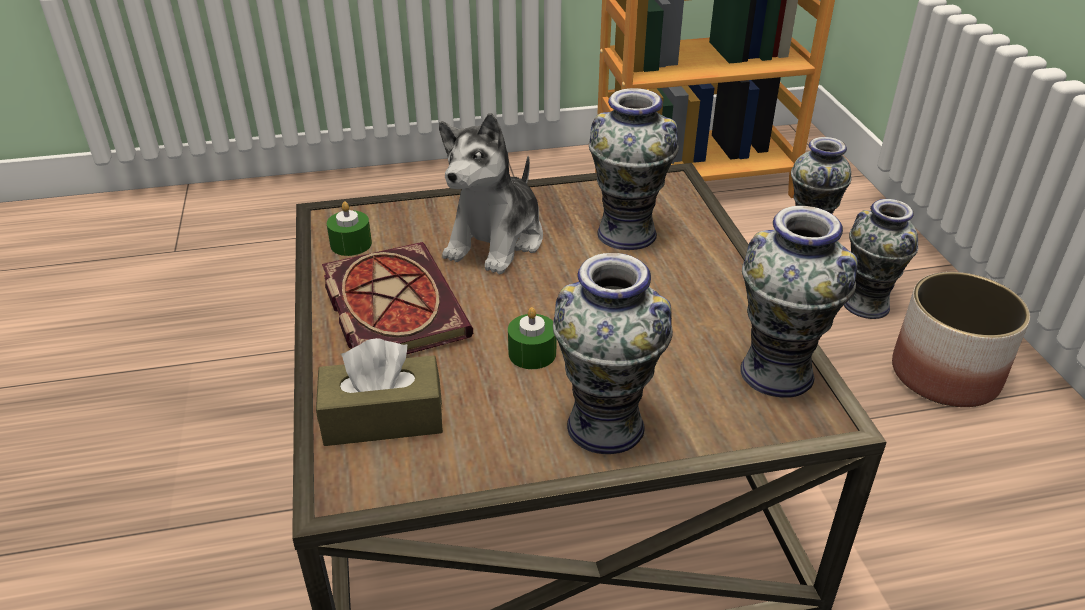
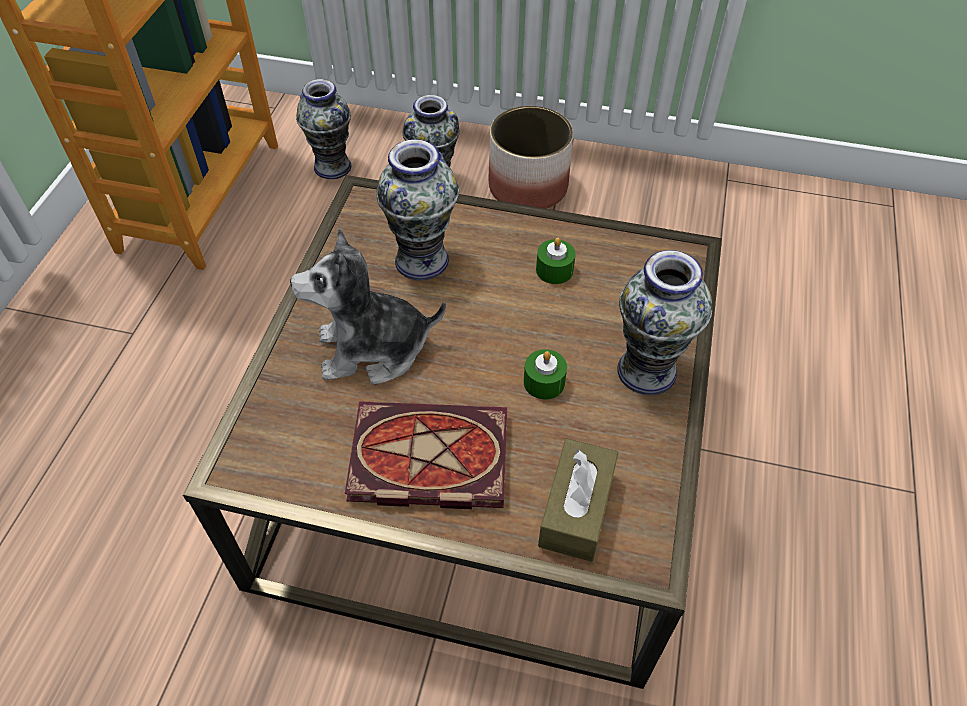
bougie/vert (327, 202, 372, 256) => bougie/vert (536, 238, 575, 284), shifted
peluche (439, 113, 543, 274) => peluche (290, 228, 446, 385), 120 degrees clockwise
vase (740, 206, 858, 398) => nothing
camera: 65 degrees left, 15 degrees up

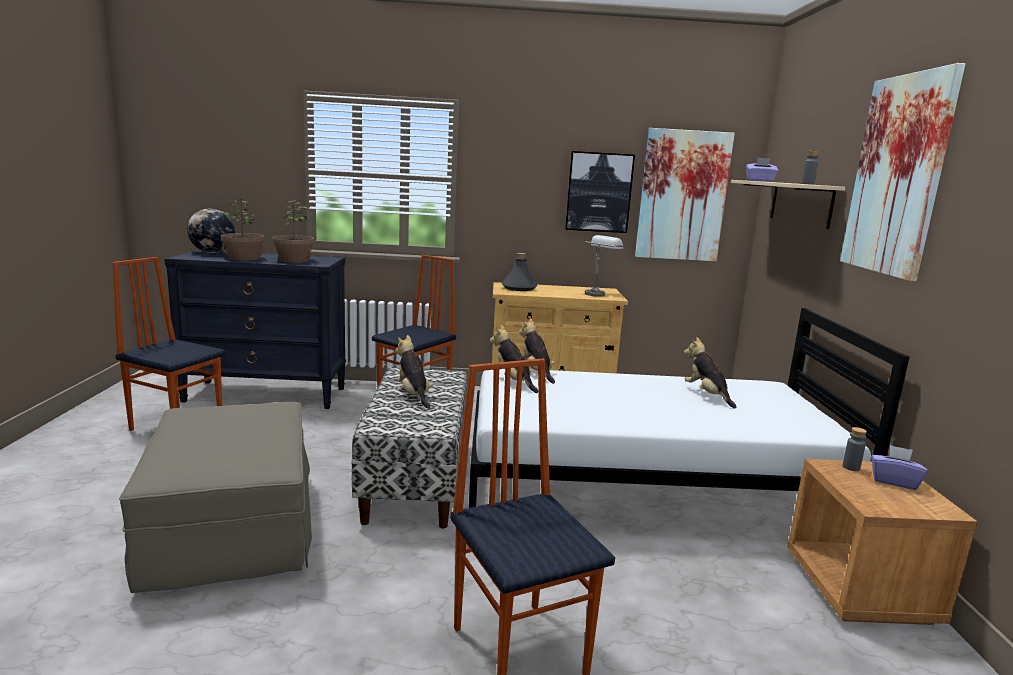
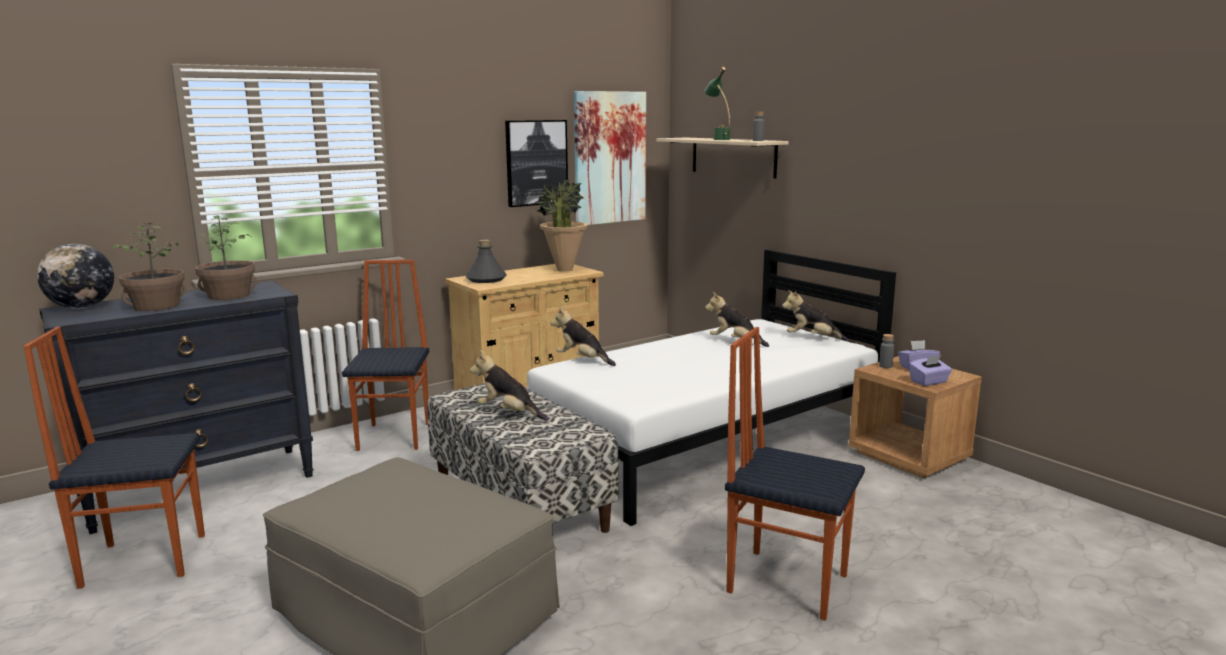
peluche (490, 325, 538, 393) => peluche (782, 290, 848, 341), shifted
lampe de table/gris (585, 235, 624, 297) => plante en pot (535, 179, 588, 272)
boîte à mouchoirs/violet (746, 157, 778, 182) => boîte à mouchoirs/violet (909, 355, 952, 386), shifted
tableau (840, 63, 965, 281) => nothing
nothing => lampe de table/vert (704, 66, 730, 140)
camera: 35 degrees left, 0 degrees up

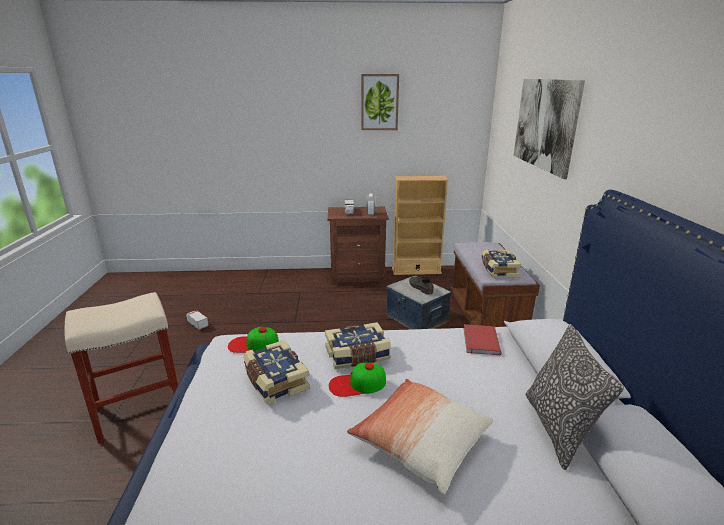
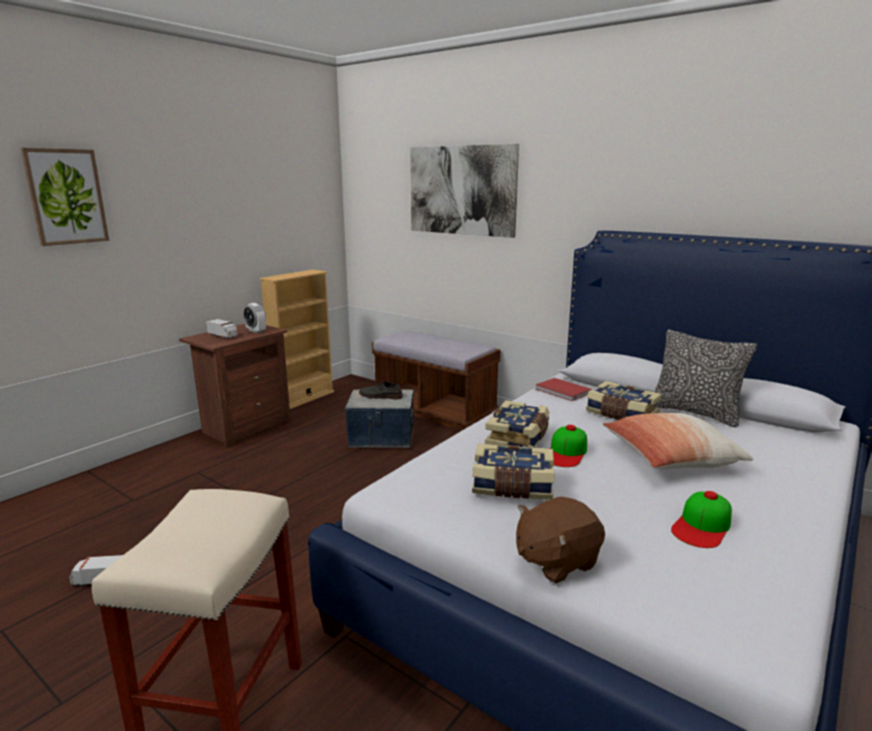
casquette (228, 327, 279, 353) => casquette (671, 491, 732, 548), shifted
tableau (361, 74, 399, 130) => tableau (20, 148, 109, 246), shifted
livre (481, 249, 521, 277) => livre (586, 381, 662, 420), shifted
nothing => peluche/marron (516, 497, 605, 583)
camera: 50 degrees left, 5 degrees down

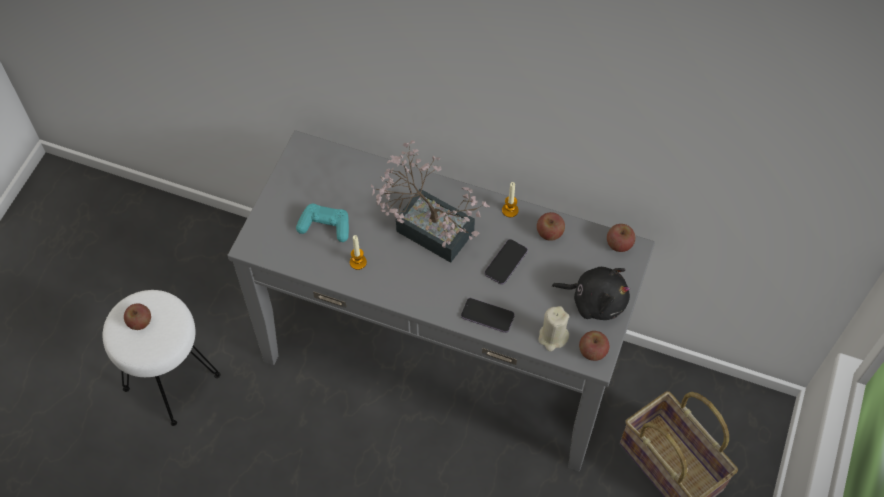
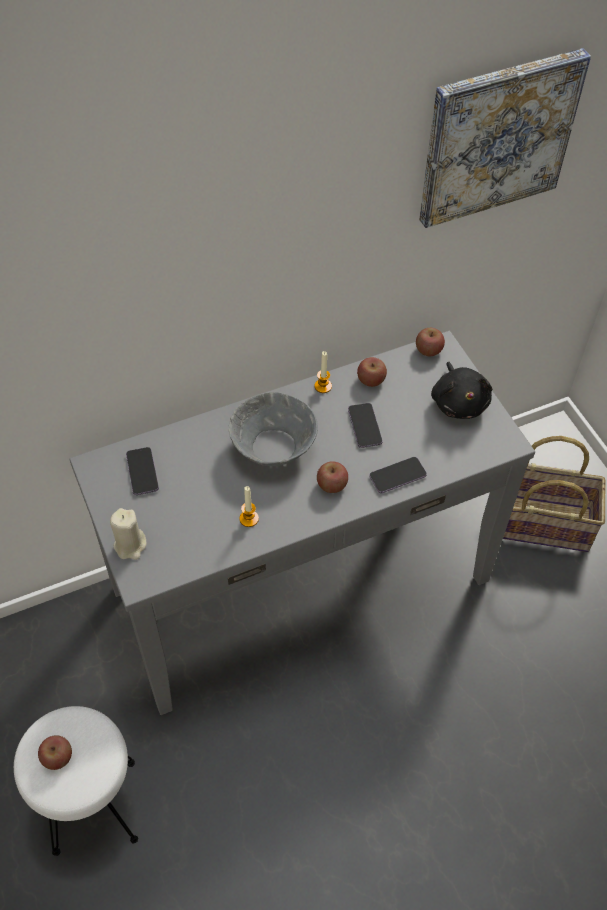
manette/turquoise (296, 204, 349, 242) => nothing
plante en pot (371, 140, 490, 263) => bol/gris (228, 392, 318, 466)
bougie/beige (538, 306, 569, 351) => bougie/beige (110, 508, 146, 560), shifted
peluche/noir (552, 267, 630, 320) => peluche/noir (431, 362, 492, 419), 105 degrees clockwise
pomme (579, 331, 609, 361) => pomme (317, 461, 348, 493), shifted
nothing => téléphone (126, 447, 159, 495)
nothing => tableau (419, 48, 591, 228)
camera: 45 degrees left, 5 degrees down

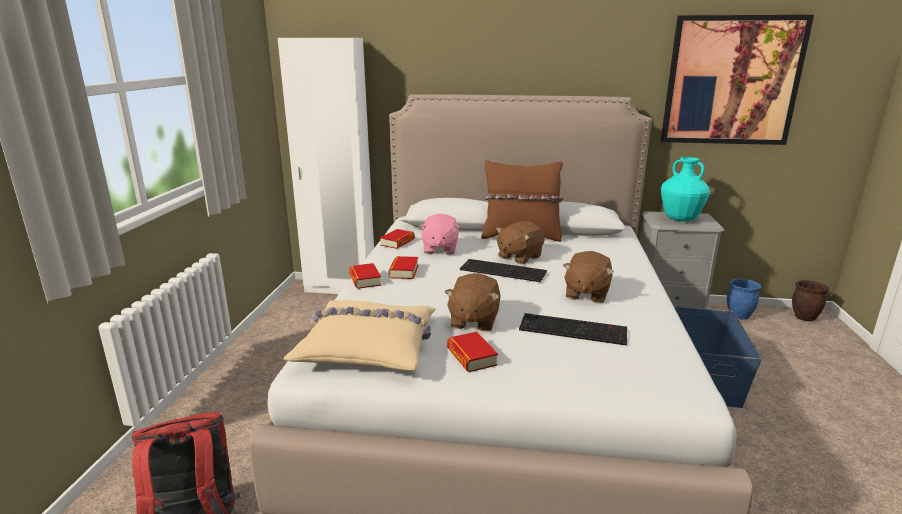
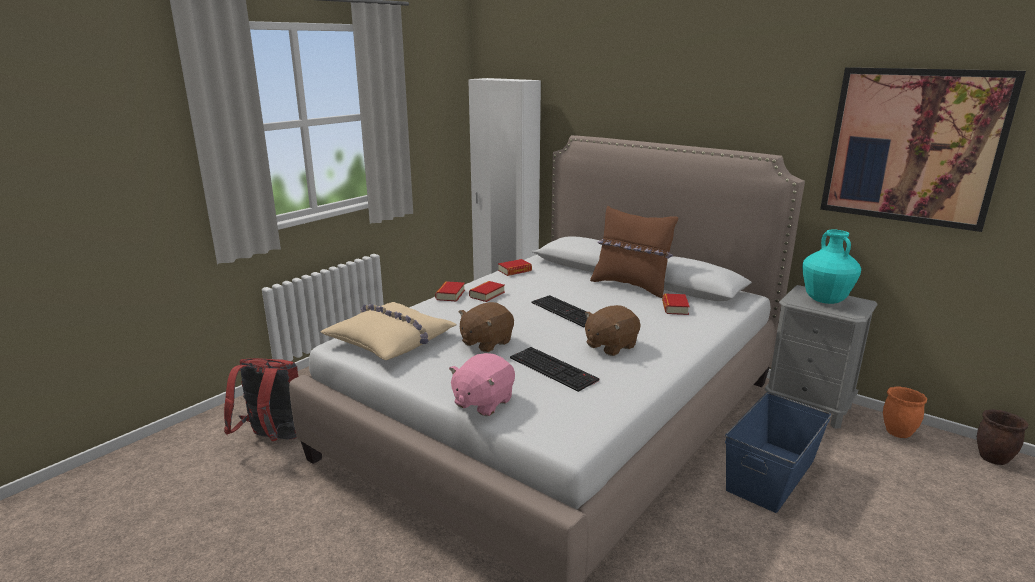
peluche/rose (419, 214, 460, 255) => peluche/rose (449, 353, 515, 416), shifted
livre (447, 332, 498, 372) => livre (662, 293, 690, 315), shifted
peluche/marron (496, 221, 545, 264) => nothing
cache-pot/bleu (727, 279, 761, 320) => cache-pot/orange (883, 386, 927, 438)
camera: 30 degrees right, 0 degrees up

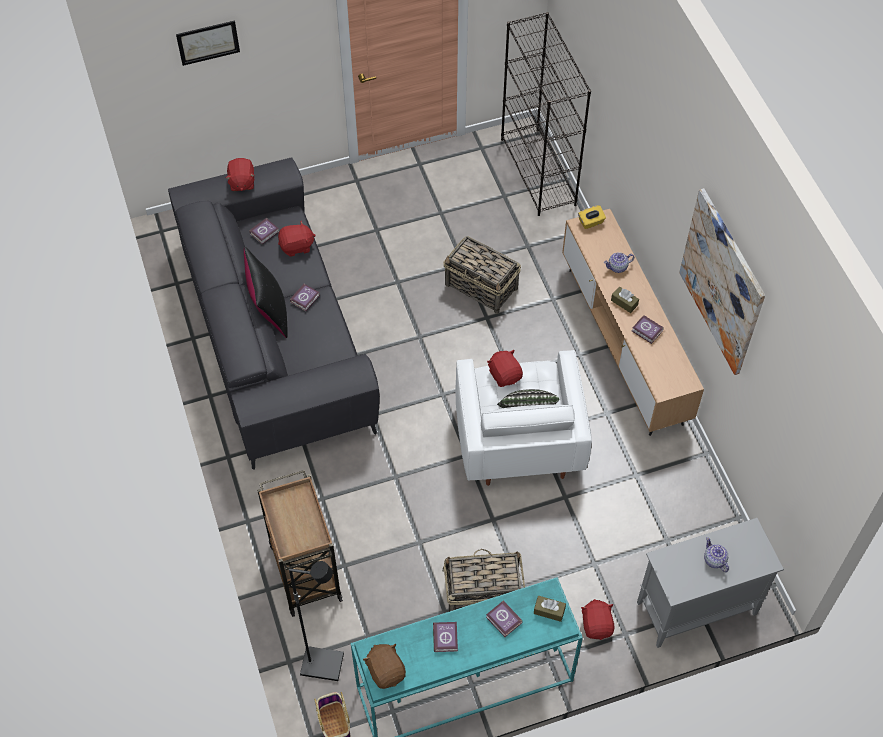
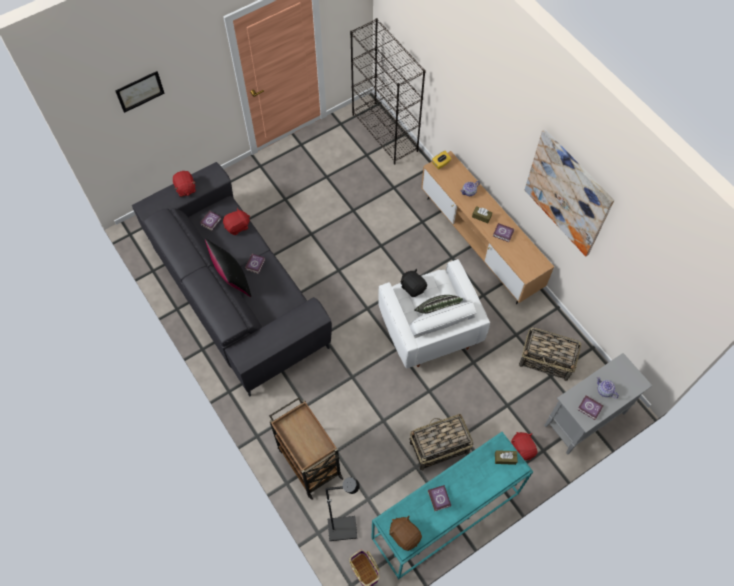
panier (443, 236, 521, 314) => panier (519, 327, 581, 381), shifted
livre (486, 601, 523, 637) => livre (577, 395, 604, 420), shifted
peluche/rouge (487, 350, 523, 387) => peluche/noir (401, 269, 427, 297)
camera: 15 degrees left, 5 degrees up

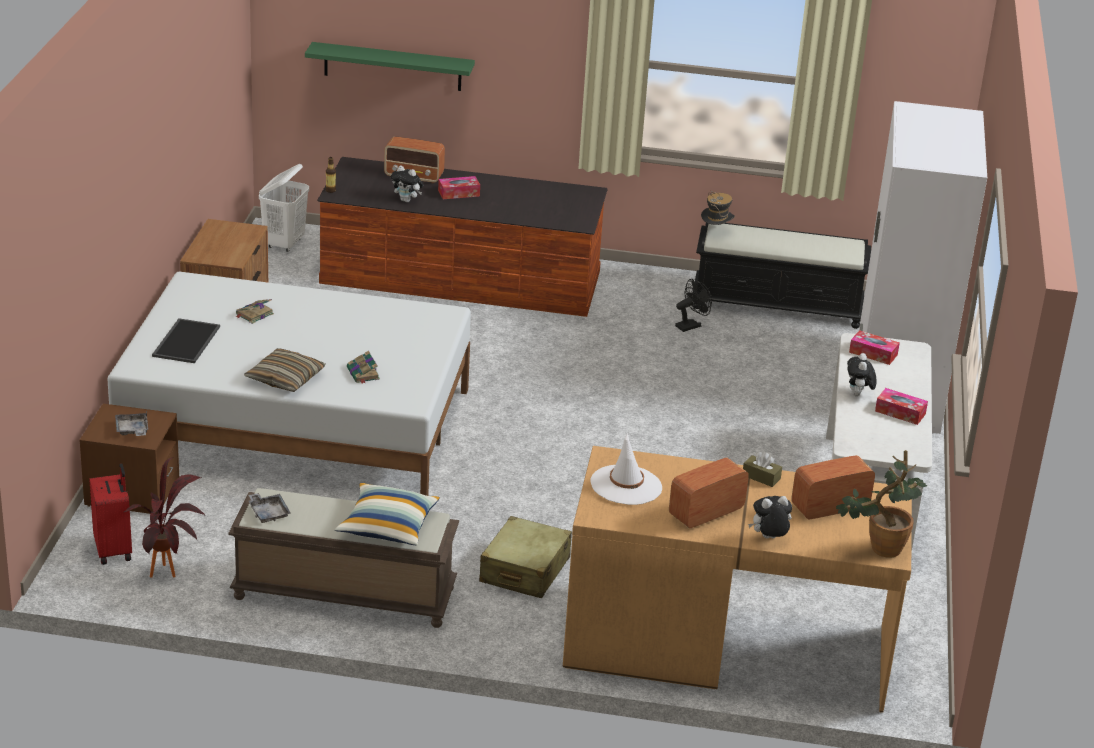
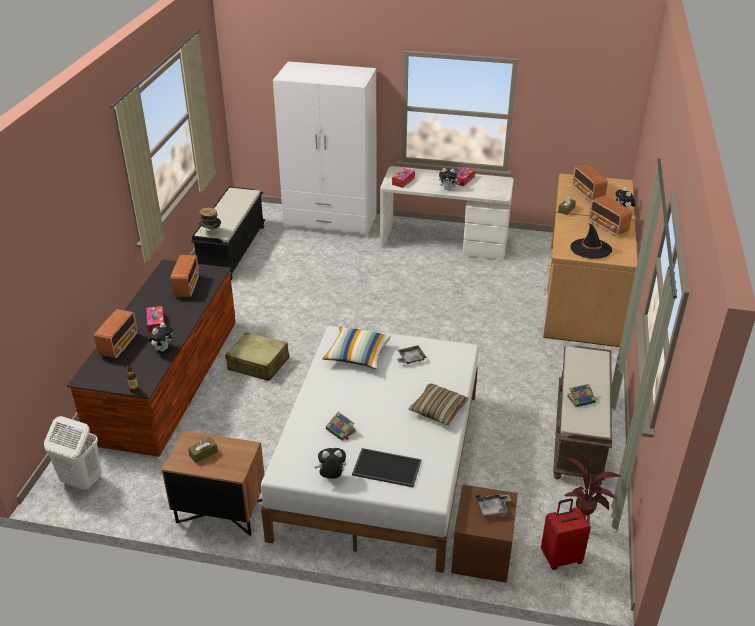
plateau/gris (249, 493, 291, 523) => plateau/gris (397, 345, 427, 364), shifted
étagère/vert (305, 42, 475, 91) => nothing
coussin (335, 483, 440, 545) => coussin (322, 327, 391, 369), shifted
livre (347, 351, 380, 383) => livre (567, 384, 597, 407), shifted
valise/beige (479, 516, 572, 598) => valise/beige (225, 332, 289, 381), shifted
chapeau/blanc (591, 433, 662, 505) => chapeau/noir (570, 223, 612, 259)
ventilateur/noir (675, 279, 712, 332) => nothing
plante en pot (836, 450, 927, 558) => nothing
nothing => radio (171, 255, 199, 298)
nothing => boîte à mouchoirs/marron (188, 437, 218, 463)
nothing => peluche (314, 448, 347, 479)
camera: 85 degrees left, 5 degrees up

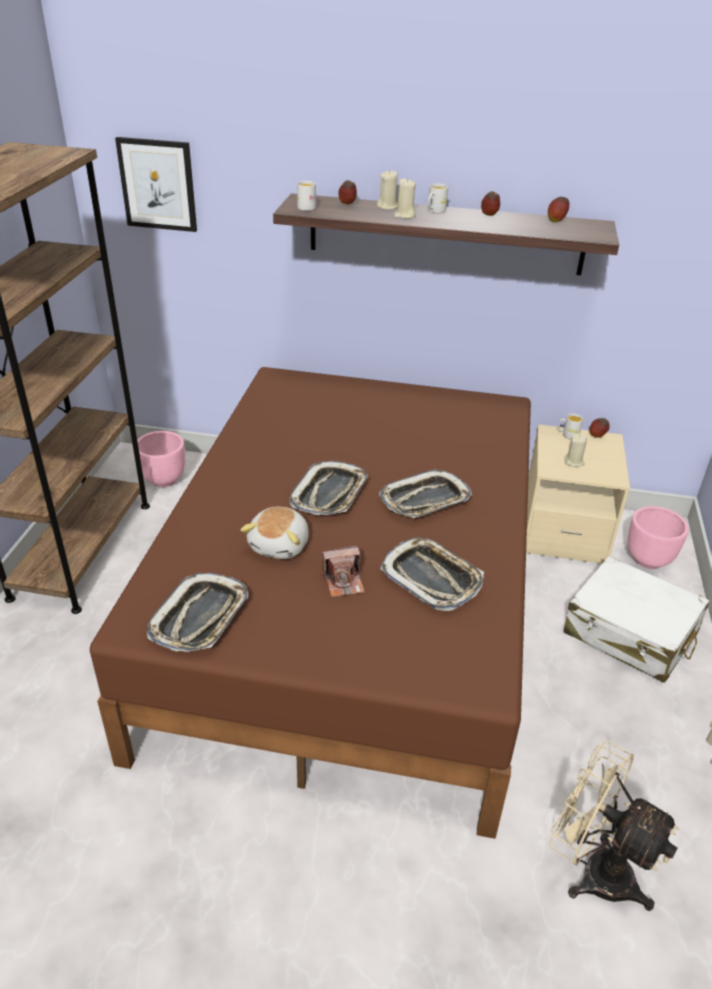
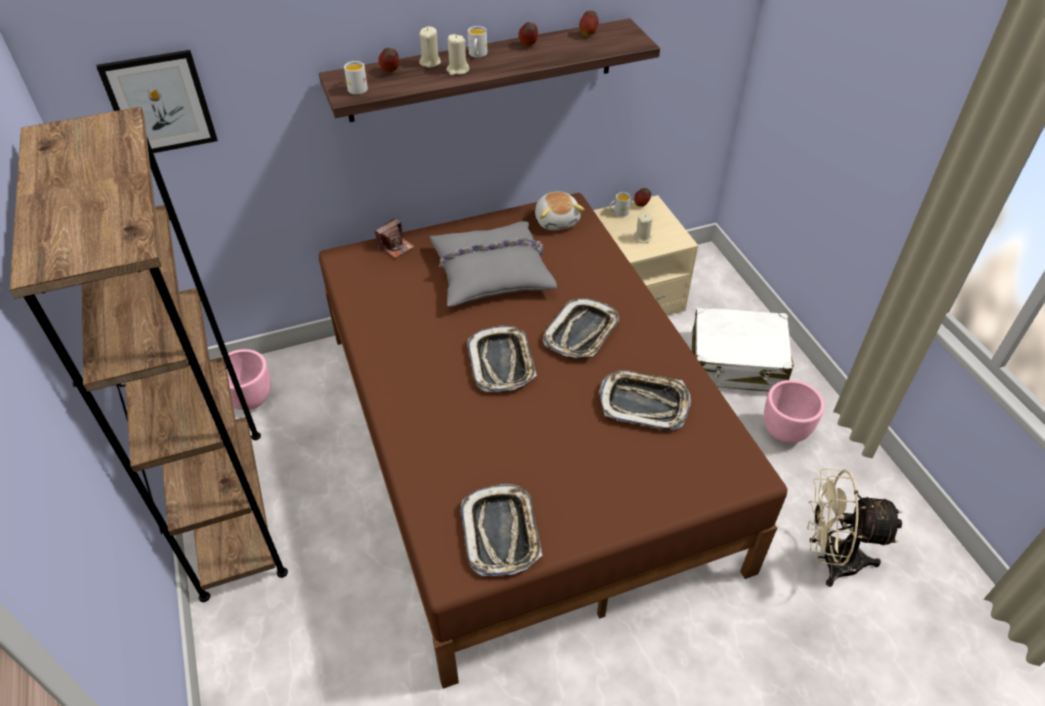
peluche (240, 507, 309, 559) => peluche (535, 192, 584, 230), shifted
appareil photo (322, 545, 365, 597) => appareil photo (375, 218, 415, 258), shifted
cache-pot/rose (628, 506, 689, 569) => cache-pot/rose (764, 380, 825, 443), shifted
nothing => coussin/gris (430, 221, 557, 307)
camera: 30 degrees left, 10 degrees up

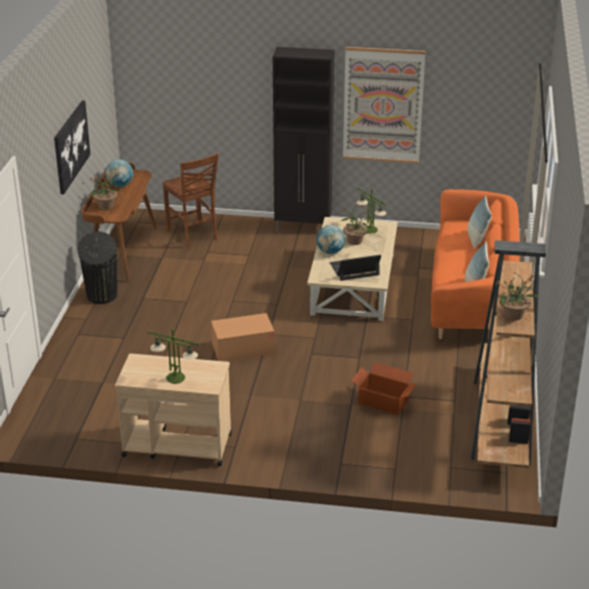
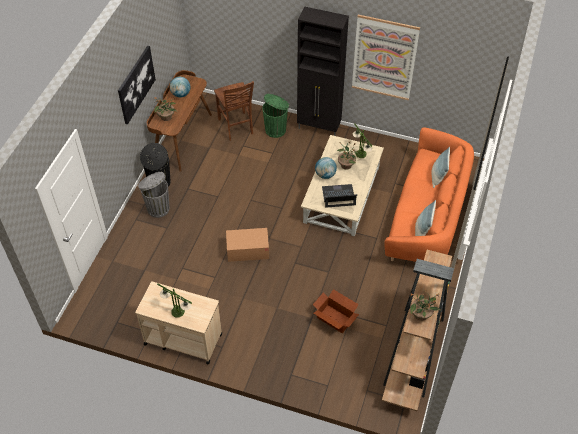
nothing => poubelle/gris (138, 172, 170, 218)
nothing => poubelle/vert (262, 94, 289, 138)
camera: 10 degrees right, 20 degrees up

